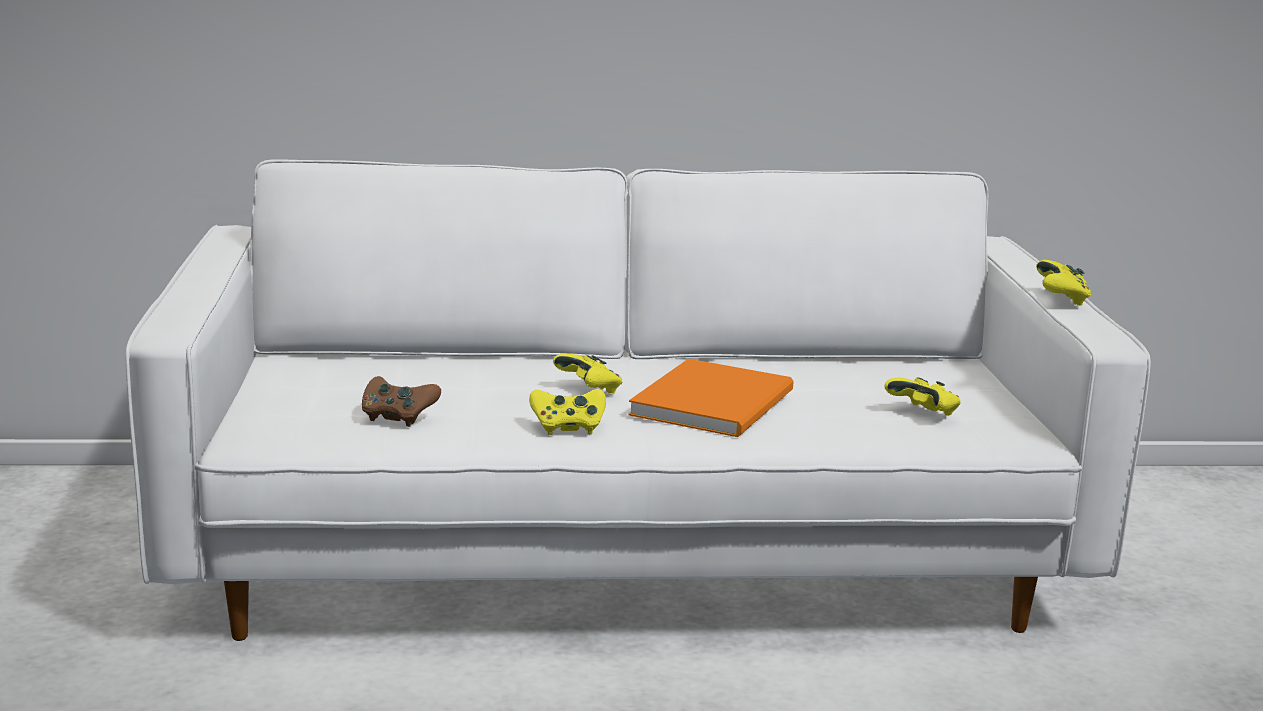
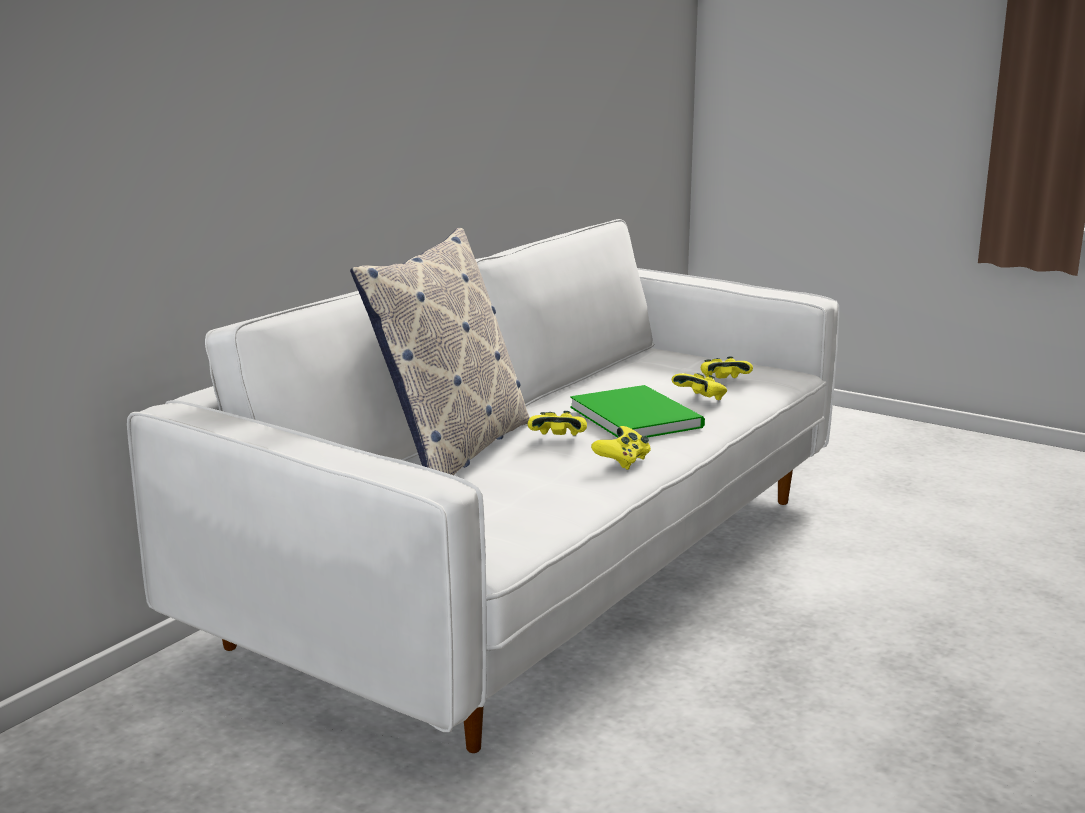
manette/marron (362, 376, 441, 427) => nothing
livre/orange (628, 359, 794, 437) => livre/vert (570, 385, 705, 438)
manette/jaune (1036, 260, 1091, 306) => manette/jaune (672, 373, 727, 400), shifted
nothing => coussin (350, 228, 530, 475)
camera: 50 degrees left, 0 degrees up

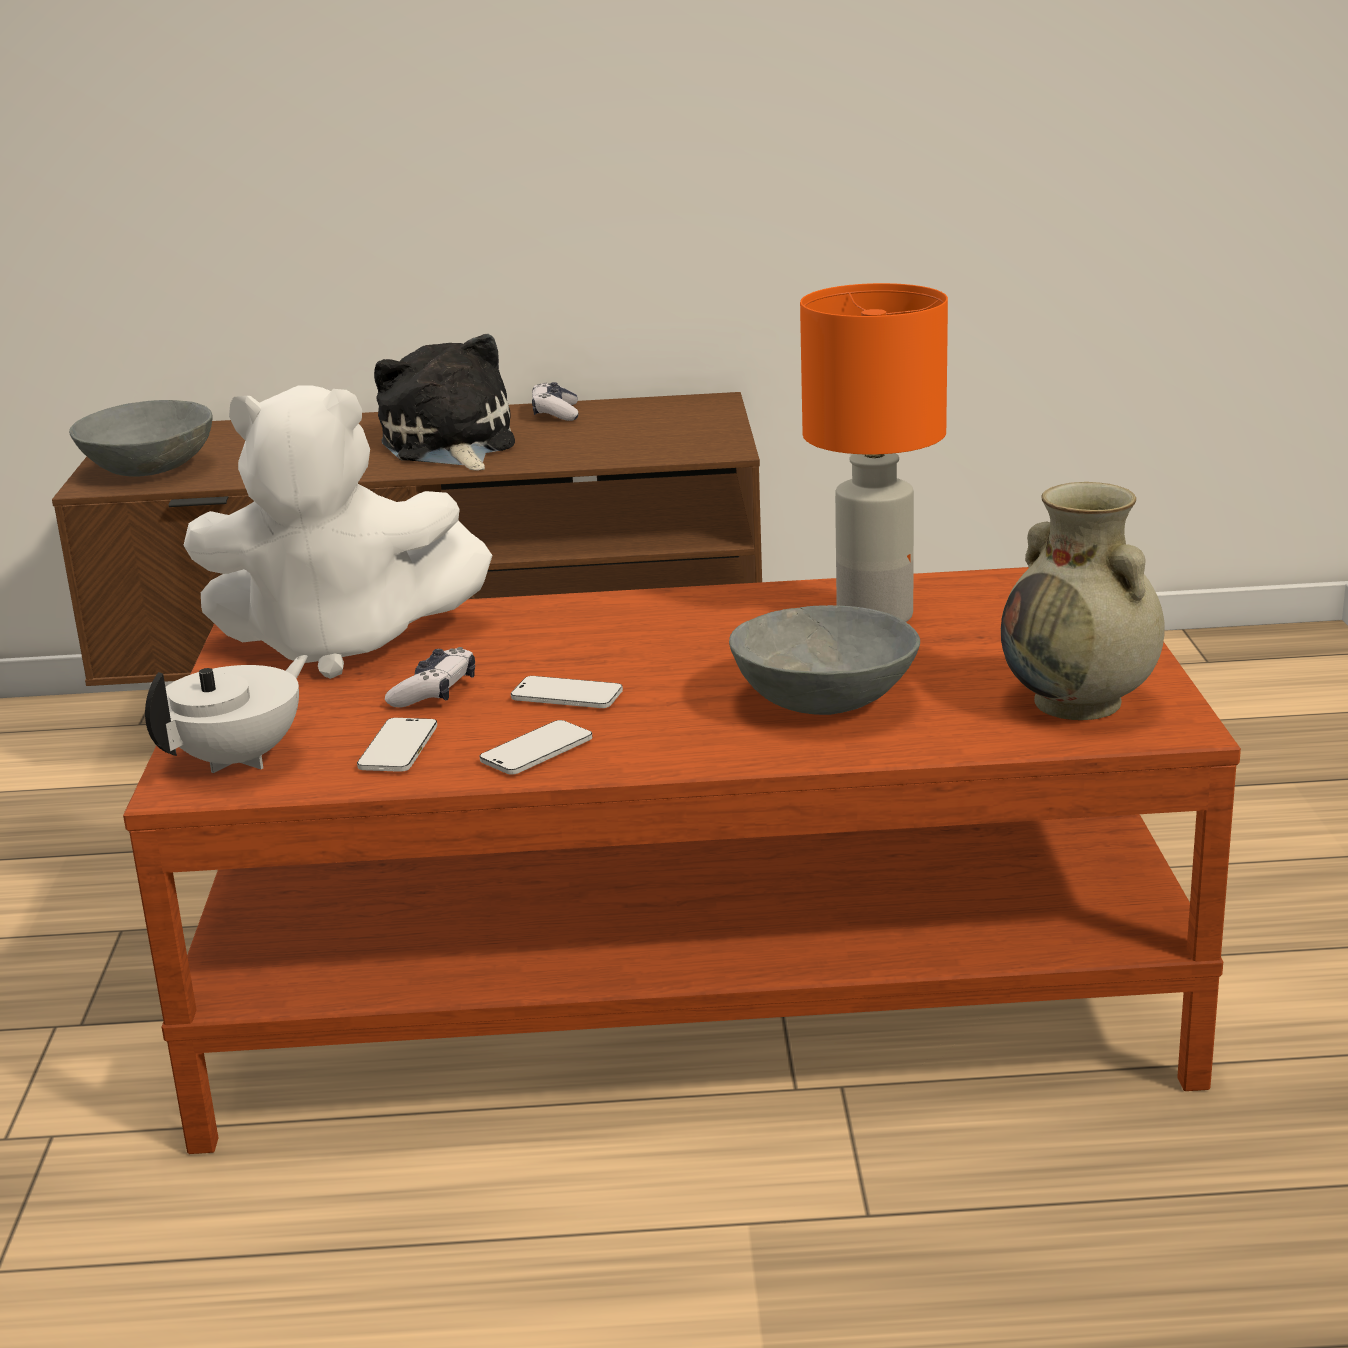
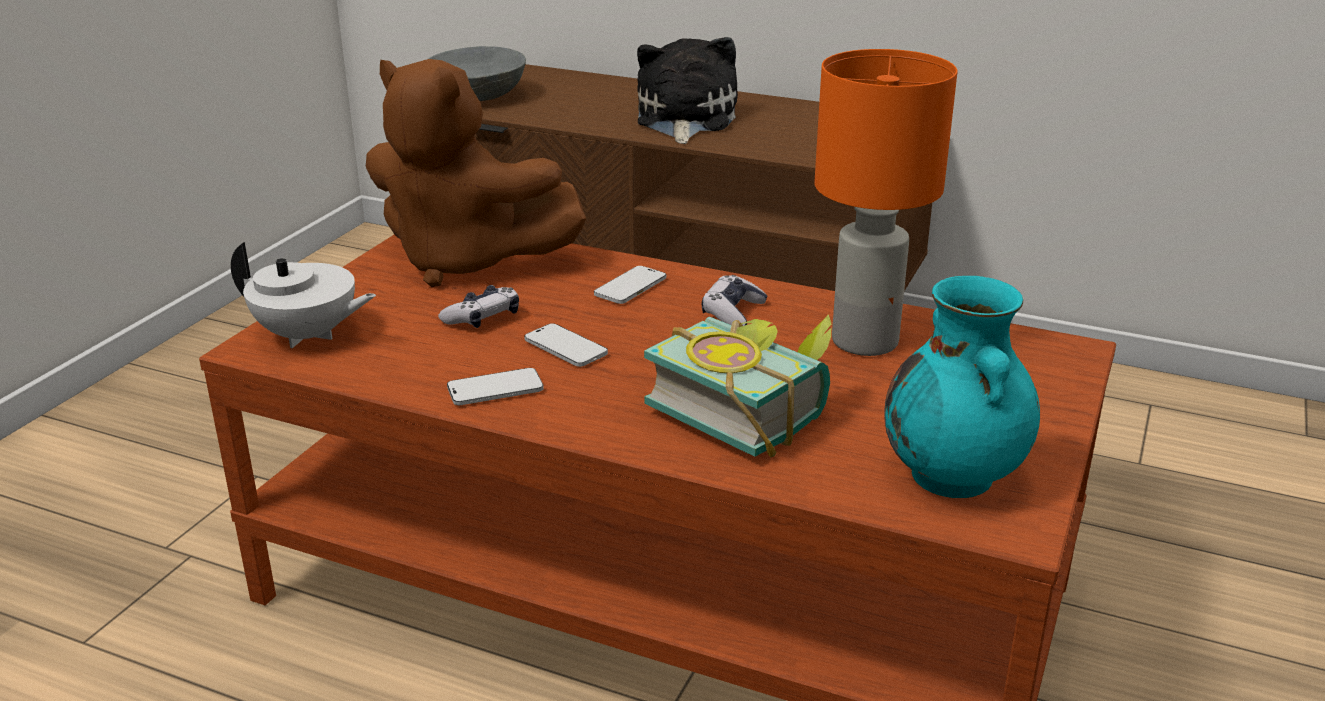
théière/blanc (145, 655, 308, 773) => théière/blanc (231, 242, 376, 348), 45 degrees clockwise
peluche/blanc (183, 385, 493, 679) => peluche/marron (366, 59, 586, 287)
téléphone (357, 718, 437, 772) => téléphone (594, 266, 666, 304), shifted
manette (532, 382, 578, 421) => manette (702, 275, 768, 326), shifted
bol/gris (729, 605, 920, 715) => livre (644, 314, 832, 457)
vase/beige (1001, 482, 1165, 720) => vase/turquoise (884, 276, 1040, 498)
camera: 25 degrees right, 5 degrees up

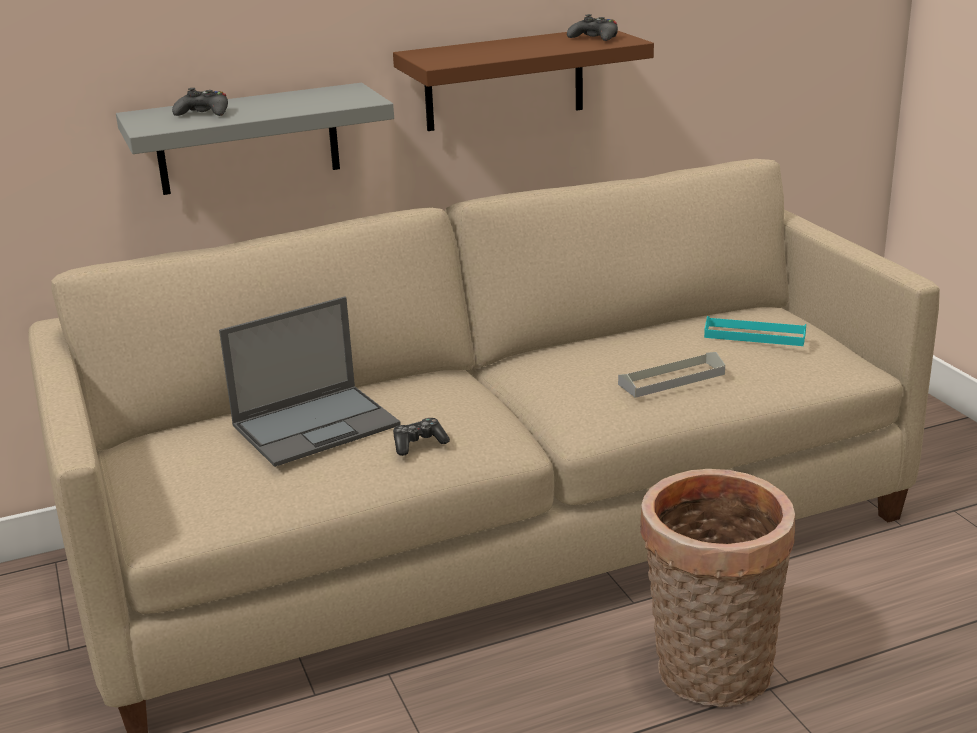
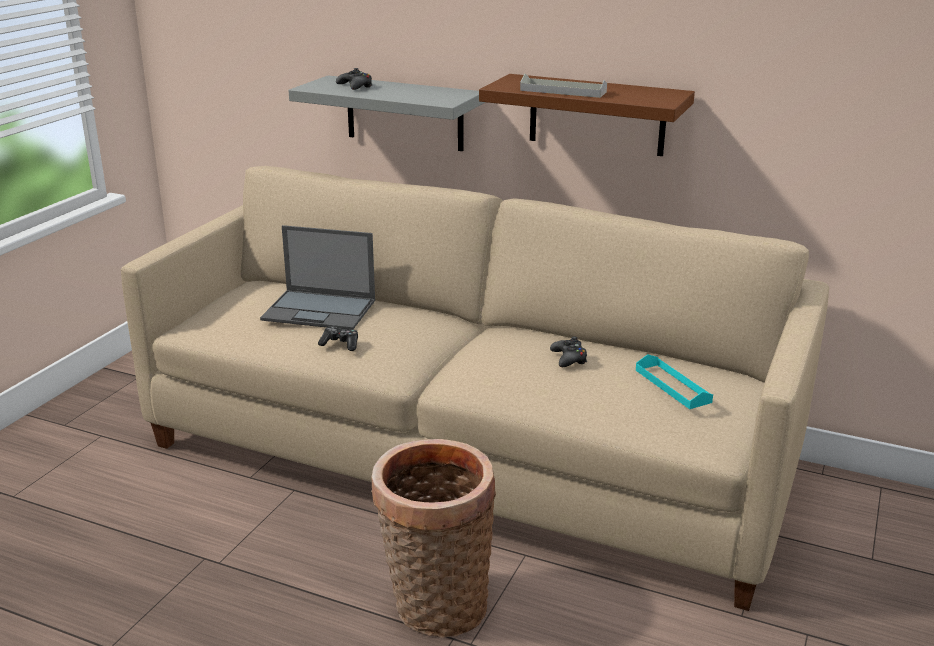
manette/noir (567, 14, 618, 41) => manette/noir (550, 336, 587, 367), shifted
plateau/gris (618, 352, 725, 398) => plateau/gris (520, 74, 607, 98), shifted
camera: 45 degrees right, 0 degrees up

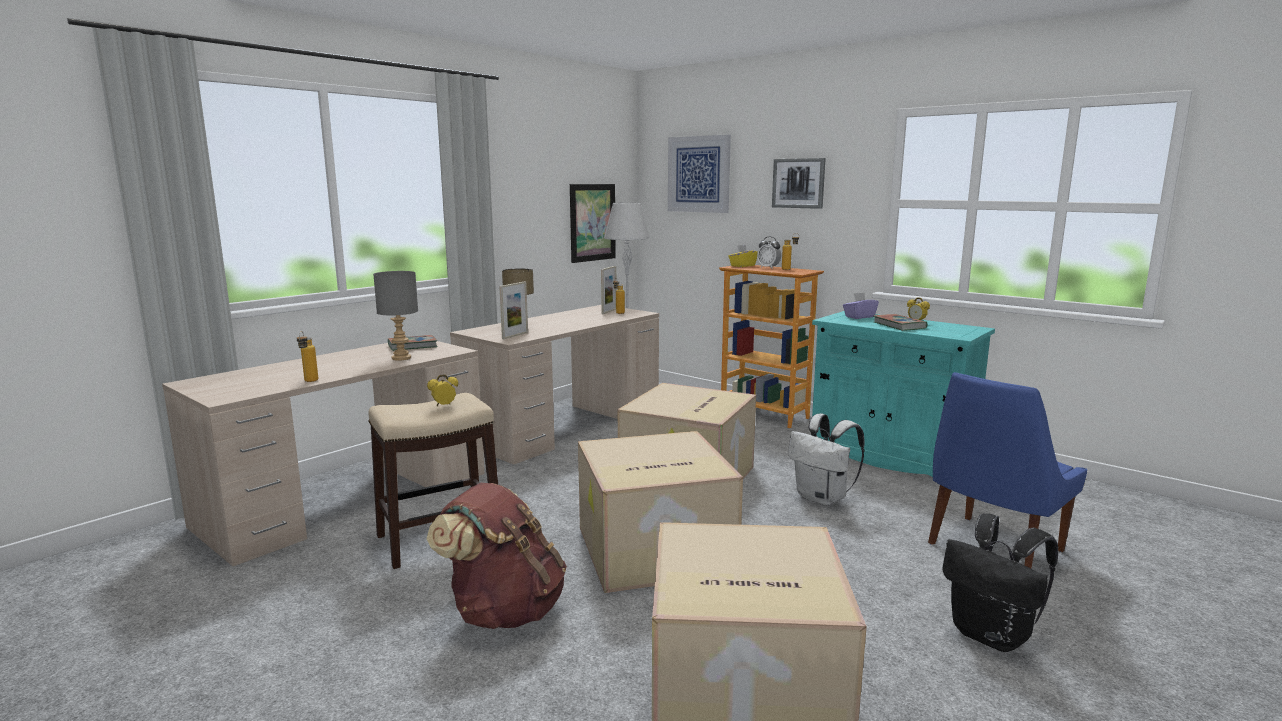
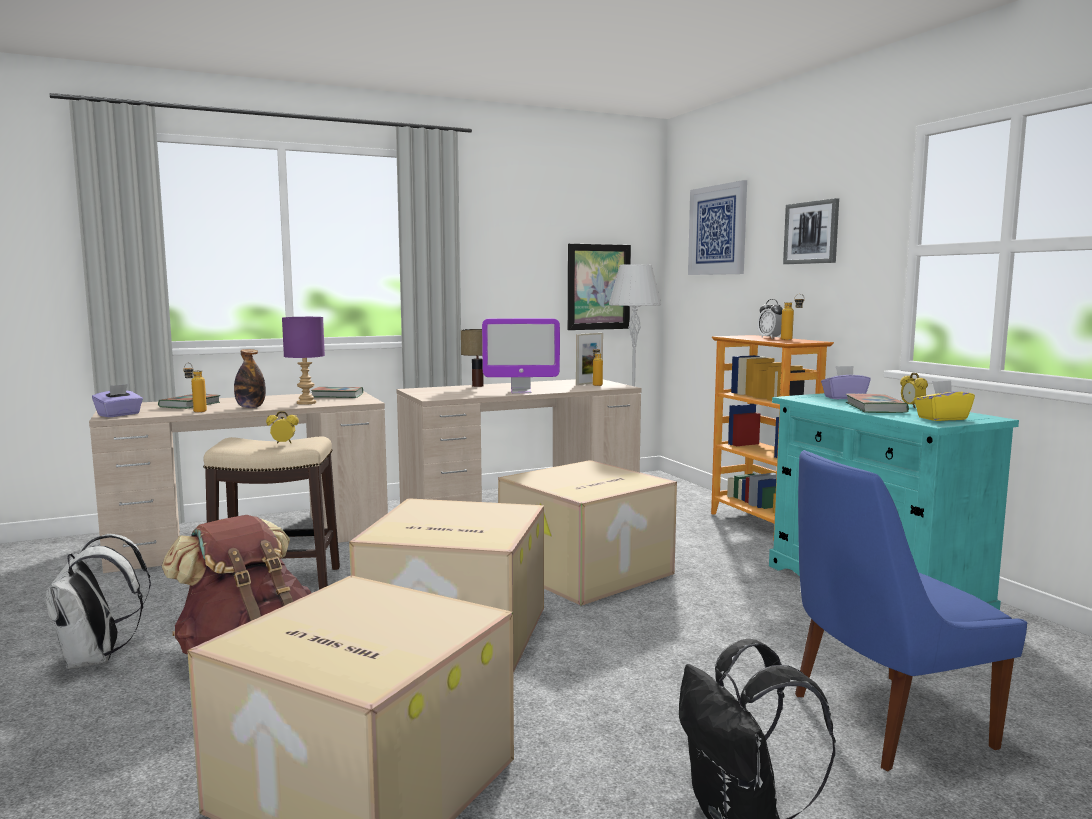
lampe de table/gris (373, 271, 418, 361) => lampe de table/violet (282, 317, 325, 405)
cadre photo (499, 282, 528, 339) => nothing
boîte à mouchoirs/jaune (728, 245, 758, 267) => boîte à mouchoirs/jaune (914, 380, 975, 421), shifted
sac à dos/blanc (788, 413, 864, 506) => sac à dos/blanc (46, 534, 151, 669), shifted
nothing => boîte à mouchoirs/violet (92, 384, 143, 417)
nothing => livre (158, 394, 220, 409)
nothing => bouteille (234, 349, 266, 408)
nothing => écran d'ordinateur (482, 318, 560, 393)
camera: 25 degrees right, 5 degrees down

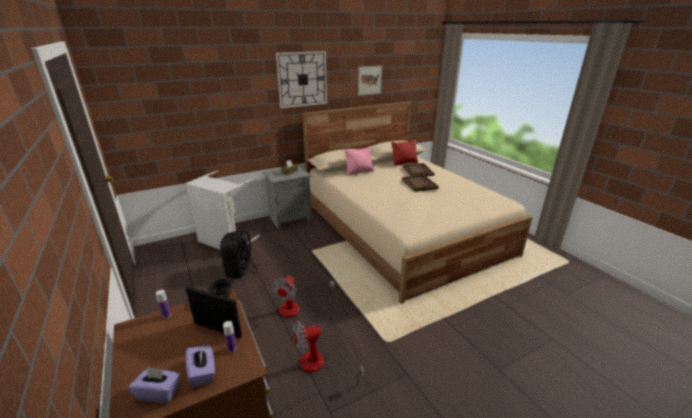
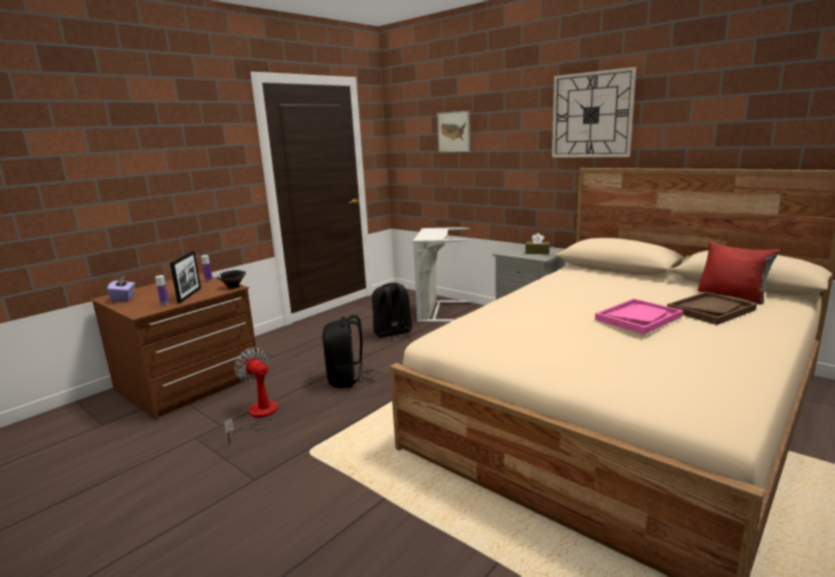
boîte à mouchoirs/violet (186, 345, 215, 387) => nothing
ventilateur (271, 276, 335, 318) => sac à dos/noir (322, 315, 373, 388)
coussin/rose (344, 146, 374, 175) => nothing
tableau (358, 65, 382, 96) => tableau (437, 110, 470, 152), shifted
plateau/marron (402, 175, 439, 192) => plateau/rose (595, 298, 683, 334)
camera: 70 degrees right, 10 degrees down

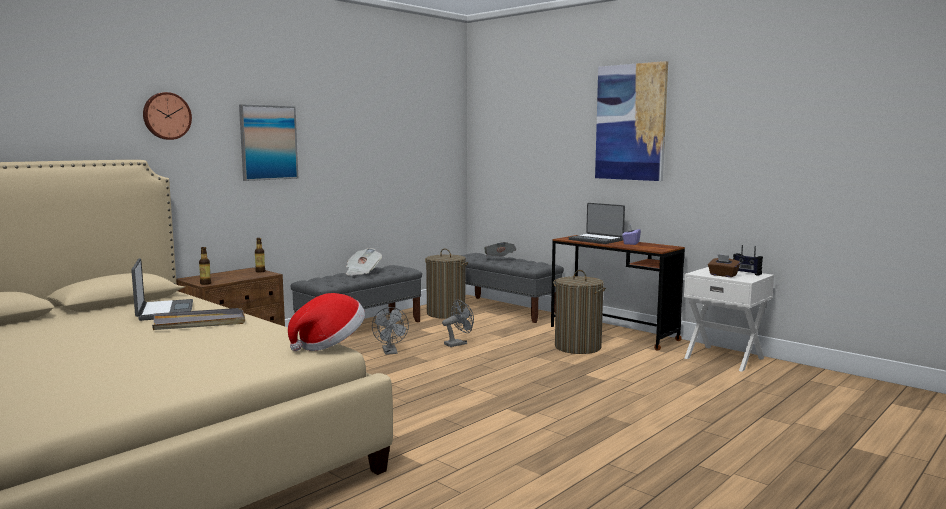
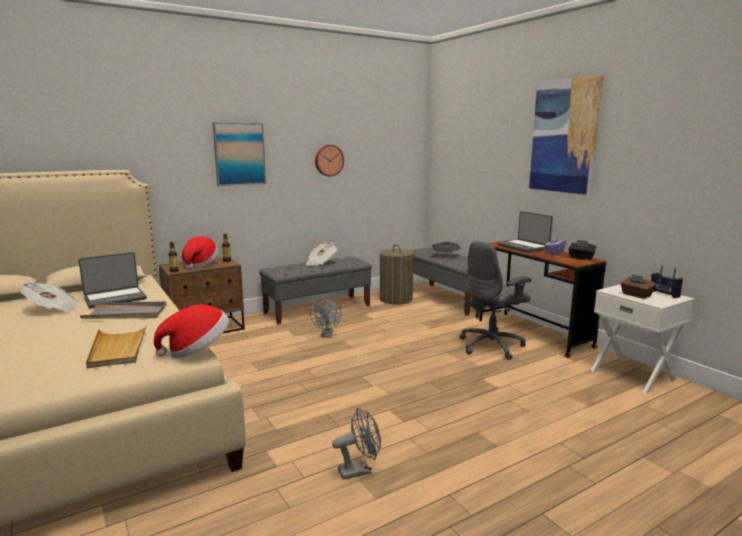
ordinateur portable (131, 258, 193, 321) => ordinateur portable (78, 252, 147, 308), 60 degrees clockwise
horloge murale (143, 92, 192, 140) => horloge murale (315, 145, 344, 176), shifted
ventilateur/gris (442, 300, 474, 347) => ventilateur/gris (332, 407, 381, 480), shifted
panier à linge (553, 270, 606, 354) => chaise de bureau/gris (459, 241, 531, 360)
nothing => journal (21, 283, 79, 312)
nothing => plateau/beige (86, 324, 147, 368)
nothing => chapeau (182, 236, 219, 269)
nothing => boîte à mouchoirs/noir (568, 240, 597, 260)
camera: 15 degrees right, 5 degrees up

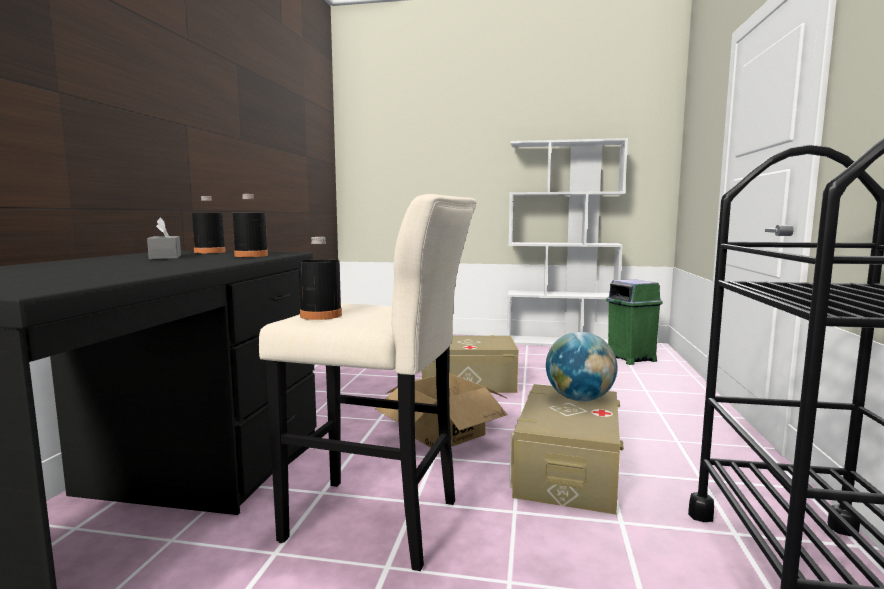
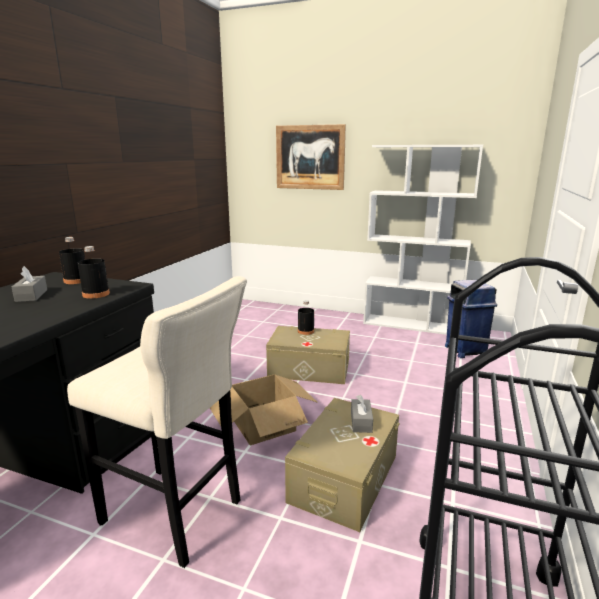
bouteille/noir (299, 237, 342, 320) => bouteille/noir (298, 300, 314, 335), shifted
globe (546, 332, 617, 402) => boîte à mouchoirs/gris (351, 395, 373, 433)
poubelle/vert (606, 279, 663, 365) => poubelle/bleu (445, 280, 497, 358)
nothing => tableau (276, 124, 346, 190)
camera: 10 degrees right, 10 degrees up

